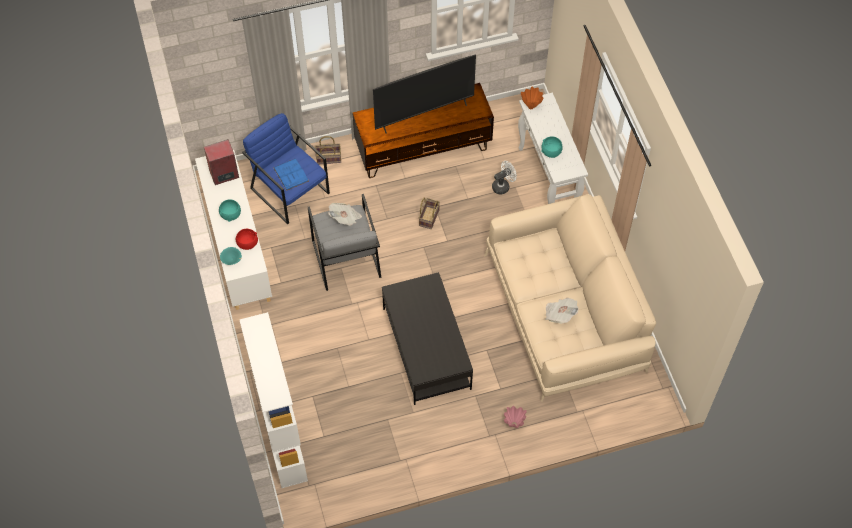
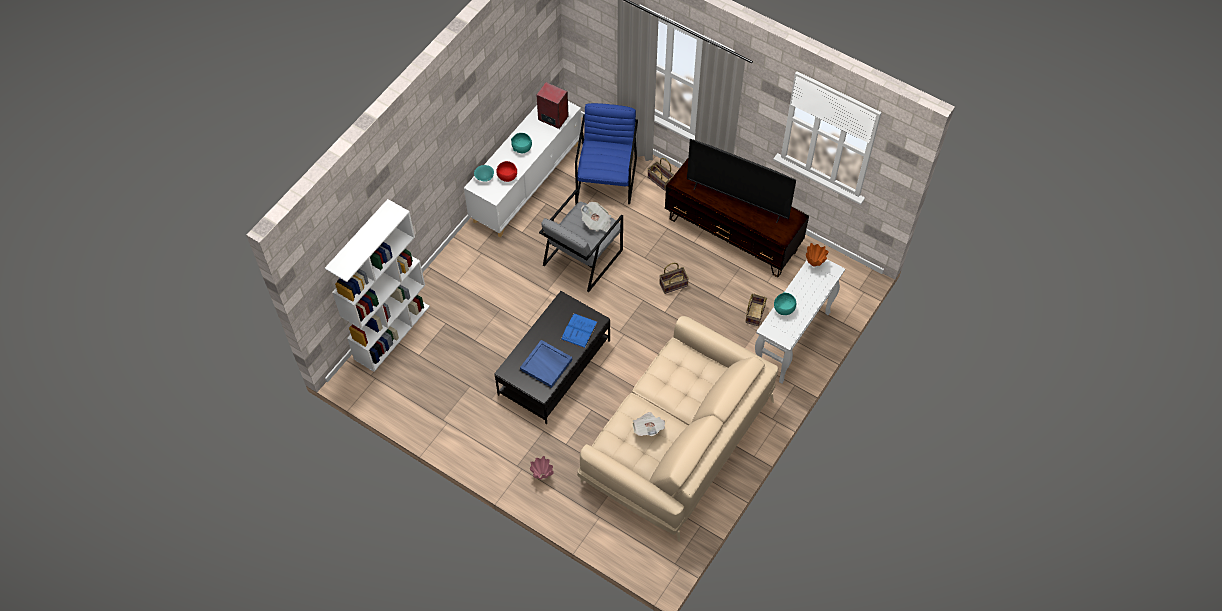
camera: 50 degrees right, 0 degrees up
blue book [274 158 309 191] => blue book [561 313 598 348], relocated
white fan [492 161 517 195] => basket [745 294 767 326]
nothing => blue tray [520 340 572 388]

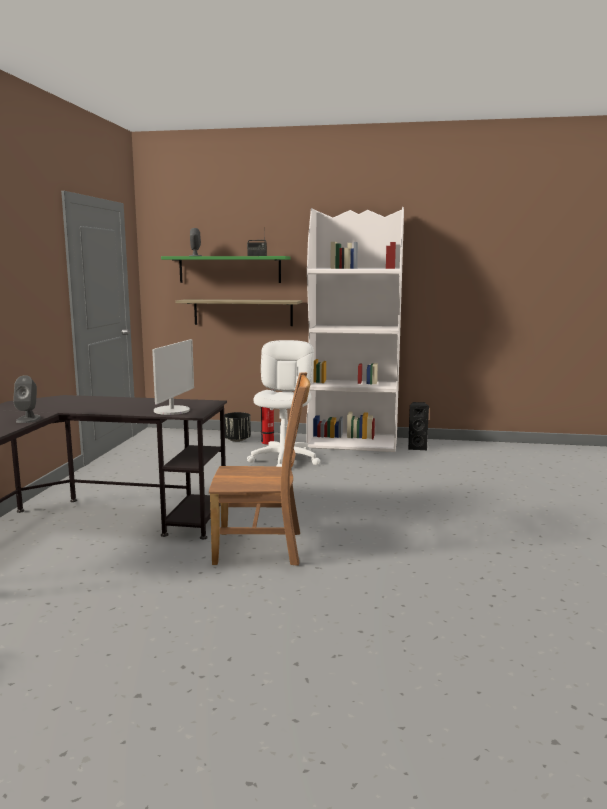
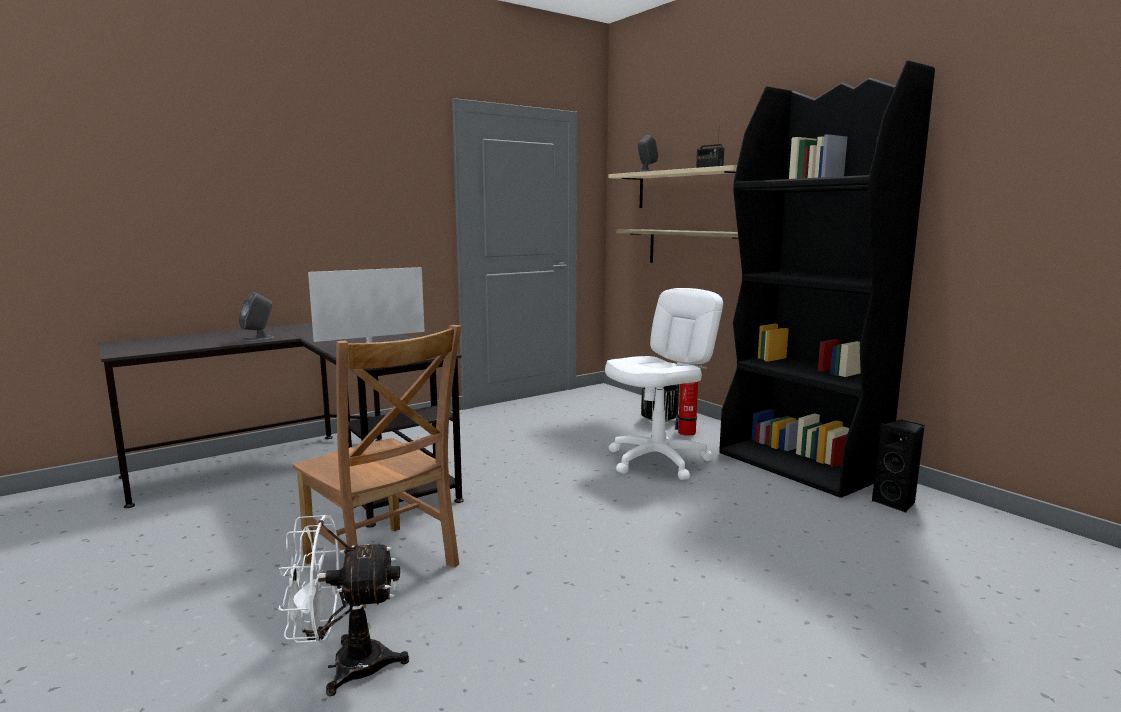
camera: 45 degrees right, 0 degrees up
white bookcase [307 207 404 452] => black bookcase [719 61 935 498]
green shelf [161 256 291 283] => beige shelf [609 165 737 208]
nothing => white fan [278 515 409 697]

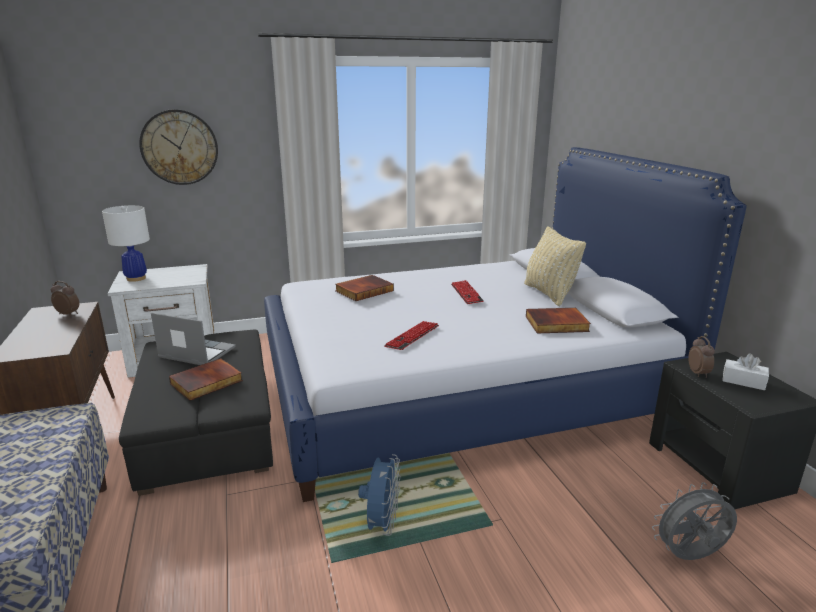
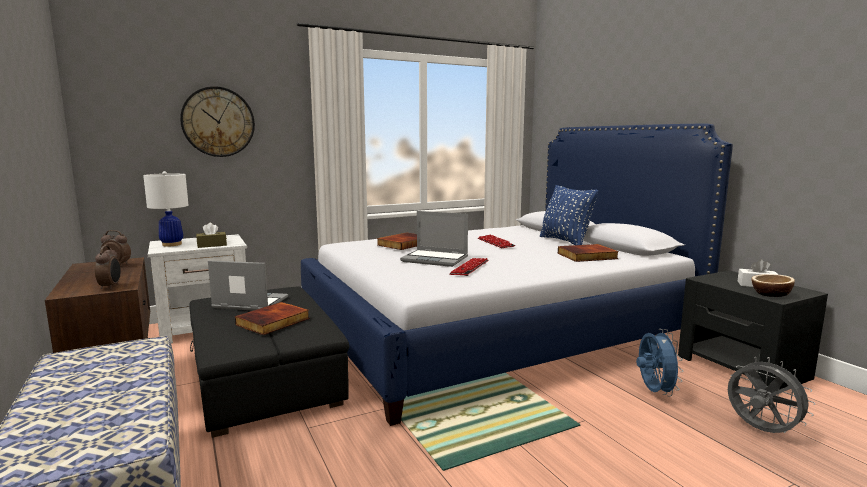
camera: 10 degrees left, 10 degrees down
beige pillow [524 226 586 306] => blue pillow [540 185 598 245]
alarm clock [688 336 715 378] => alarm clock [95 245 121 289], relocated
blue fan [358 454 401 536] => blue fan [636 329 684 397], relocated
grey fan [652 482 737 560] => grey fan [728 357 815 433], 75 degrees clockwise
nothing => laptop [400 211 468 267]
nothing => brown tissue box [196 223 227 248]
nothing => bowl [751 274 795 297]

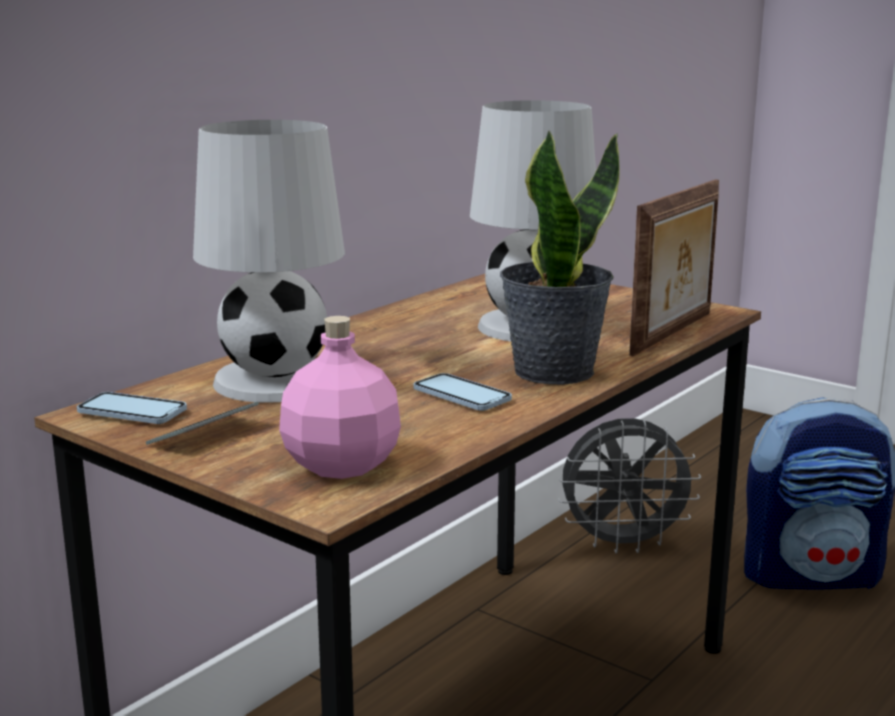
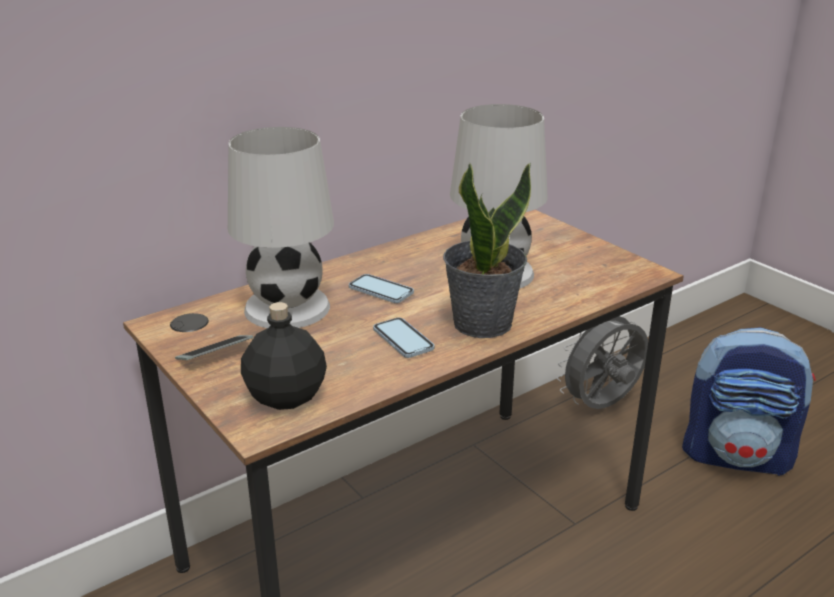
camera: 15 degrees right, 10 degrees up
picture frame [629 179 719 356] => nothing
pink bottle [279 316 401 479] => black bottle [241 302 327 410]
phone [77 392 187 424] => phone [349 274 414 303], relocated
grey fan [558 418 701 554] => grey fan [557 316 648 409], 135 degrees clockwise

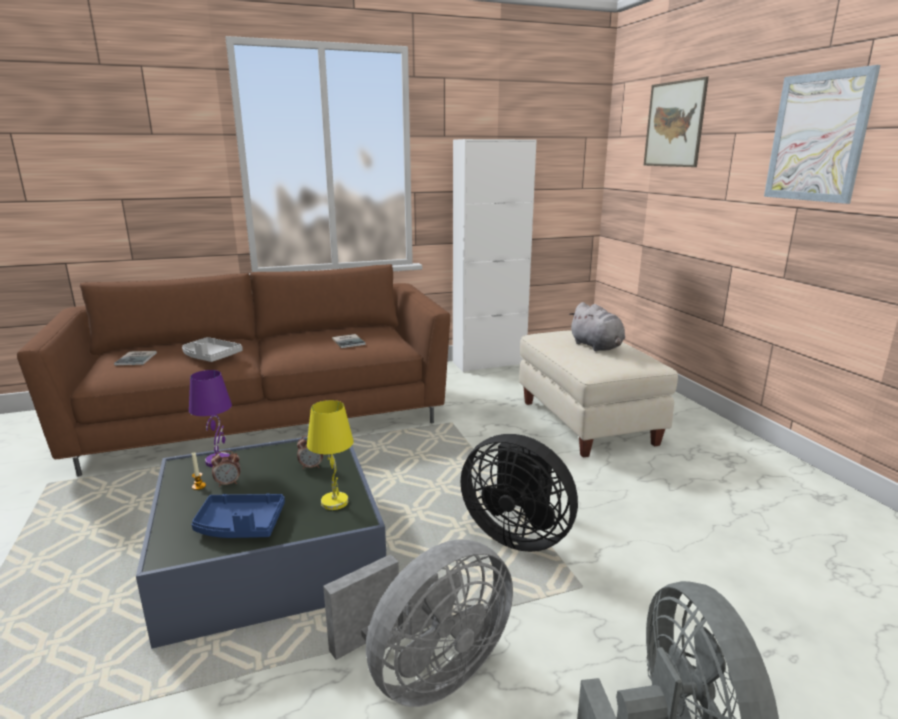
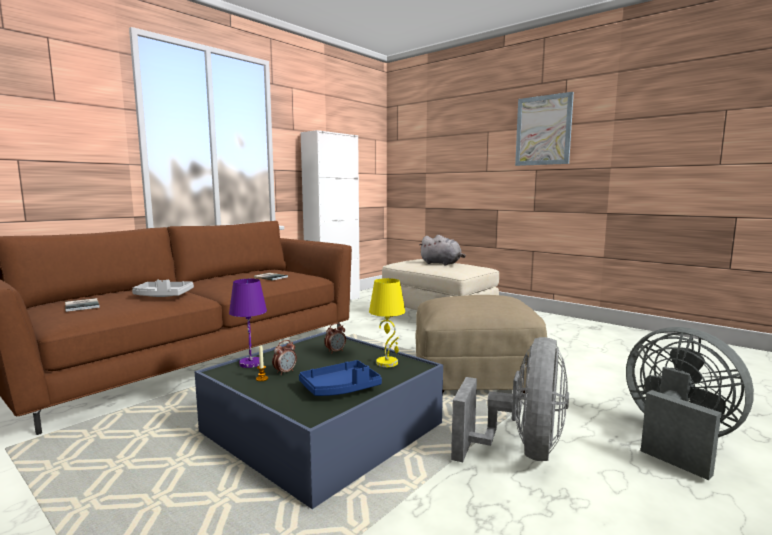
camera: 30 degrees left, 10 degrees down
picture [643 77 709 167] => nothing
black fan [460 434 578 552] => beige ottoman [416 295 547 393]

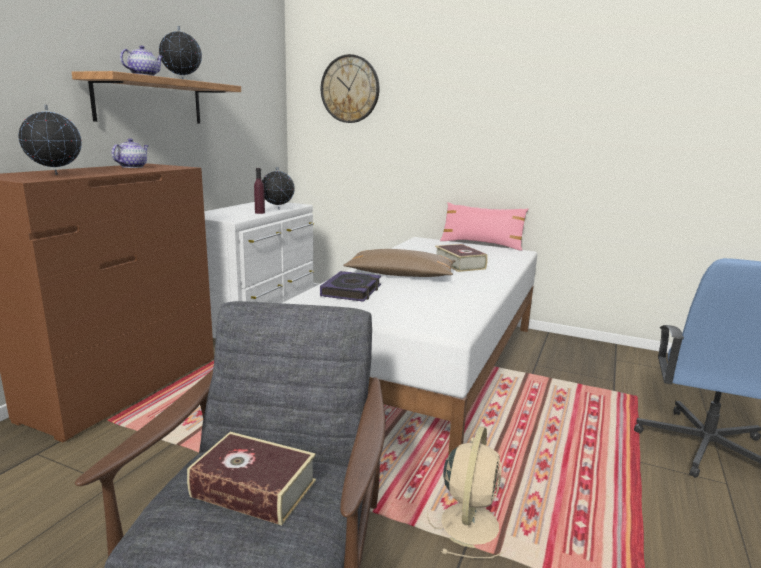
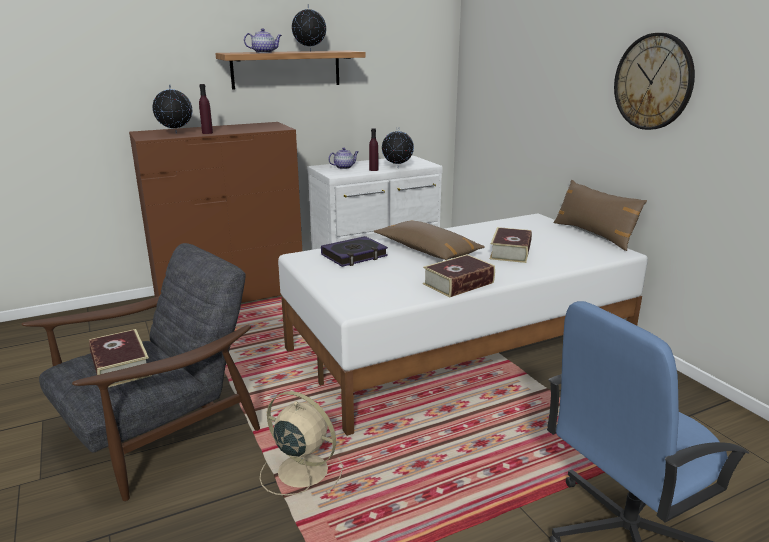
camera: 40 degrees right, 5 degrees up
wall clock [321 54 379 123] => wall clock [614 33 695 130], relocated
teapot [112 138 149 168] => teapot [328 148 359 169], relocated
pink pillow [440 202 528 251] => brown pillow [553 180 647 251]
beige fan [427 426 506 559] => beige fan [260 391 343 496], 120 degrees counterclockwise
nothing => purple bottle [199 84 213 134]
nothing => book [423 254 495 298]

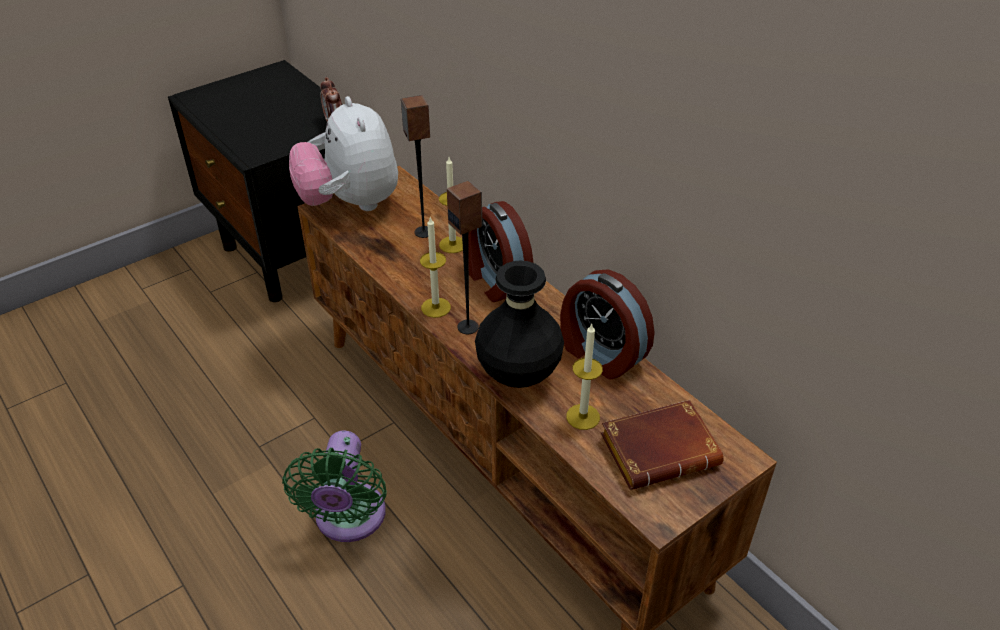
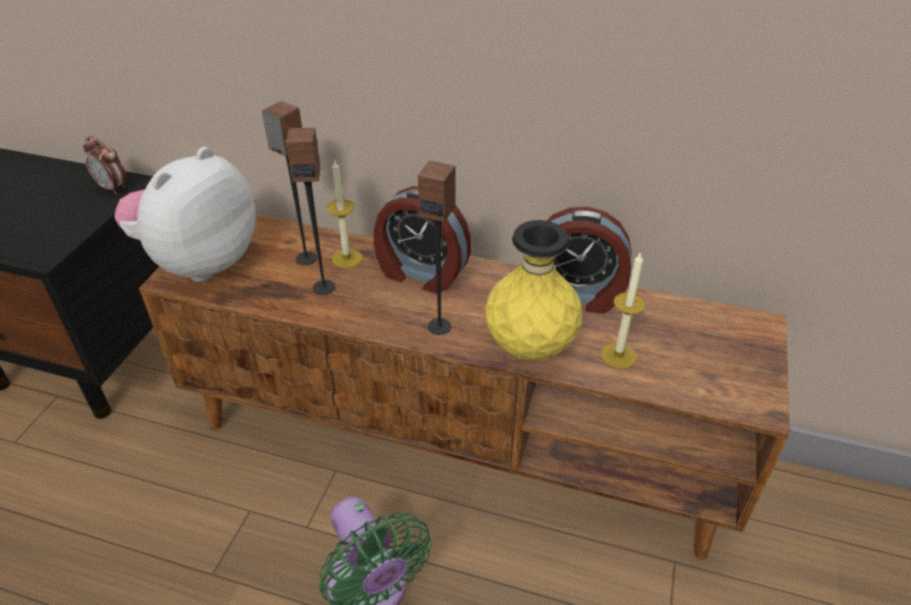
camera: 35 degrees left, 0 degrees up
plush toy [289 96 398 211] => plush toy [114 147 256 282], 90 degrees clockwise
candle [420 216 451 318] => nothing
black vase [475 260 564 388] => yellow vase [485 220 582 361]
brown book [601 400 724 490] => nothing
nothing => speaker [286 127 335 295]

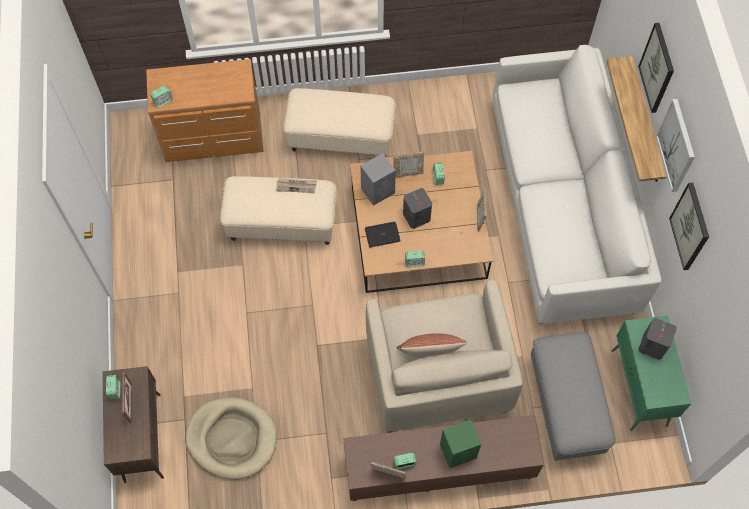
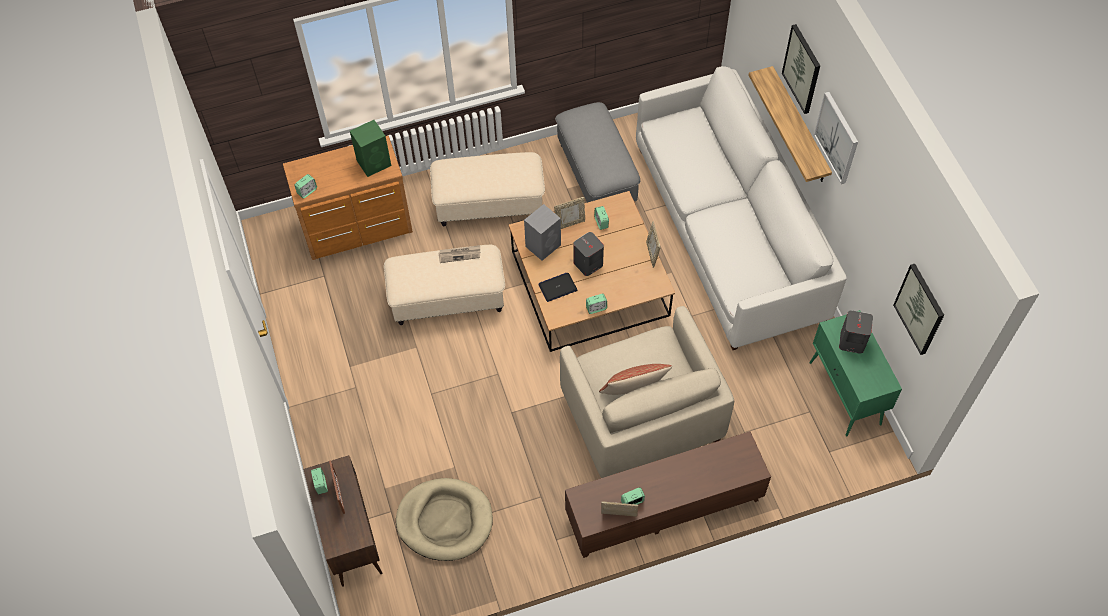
camera: 10 degrees left, 5 degrees down
picture [669 183 709 270] => picture [893 264 944 355], relocated
grey ottoman [531 332 616 461] => grey ottoman [555 102 640 203], relocated
green speaker [440 420 481 468] => green speaker [350 120 392 177], relocated

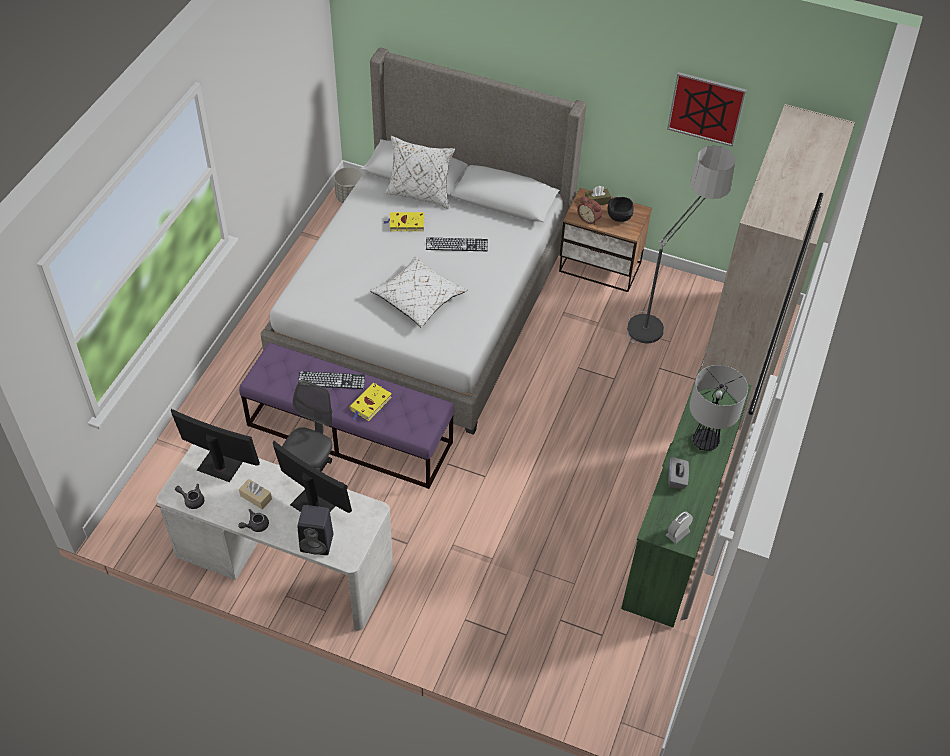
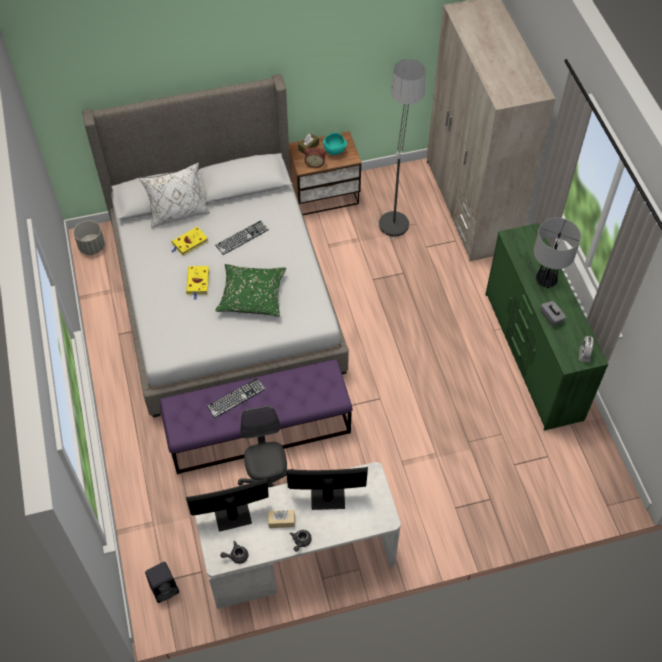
camera: 35 degrees left, 5 degrees up
picture [667 72 746 147] => nothing
black bowl [607 197 634 222] => turquoise bowl [323 133 347 155]
white pillow [370 256 467 327] => green pillow [216 264 286 317]
yellow book [349 383 392 421] => yellow book [186 266 209 300], relocated
black speaker [297 505 333 555] => black speaker [145 562 179 603], relocated

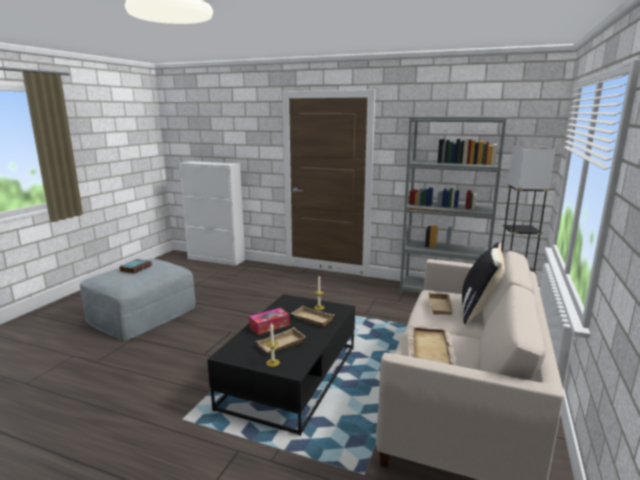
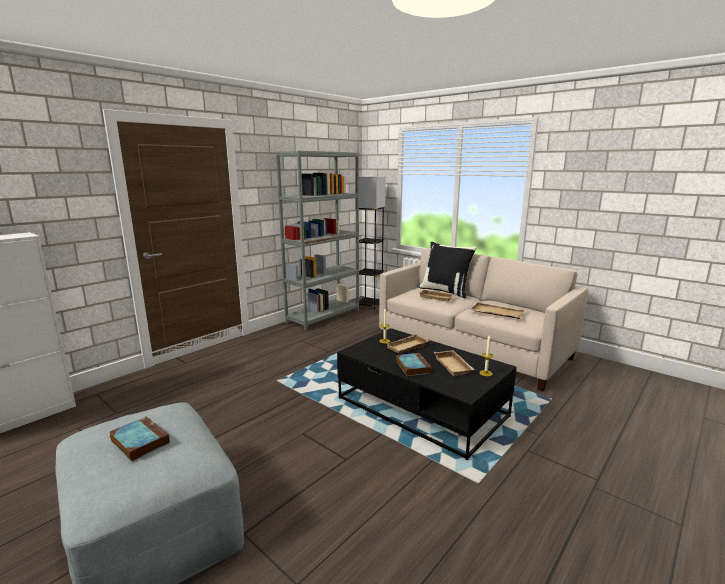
camera: 70 degrees left, 0 degrees up
tissue box [249 308 290 335] => book [396 353 432 376]

